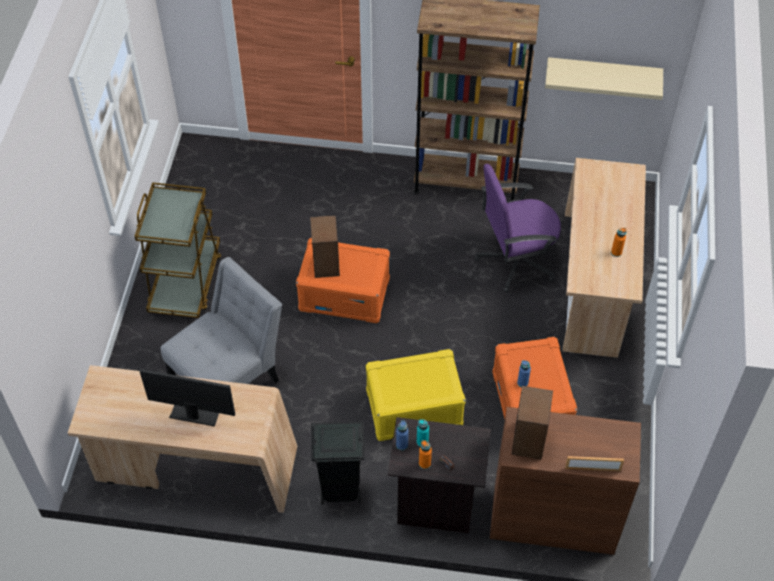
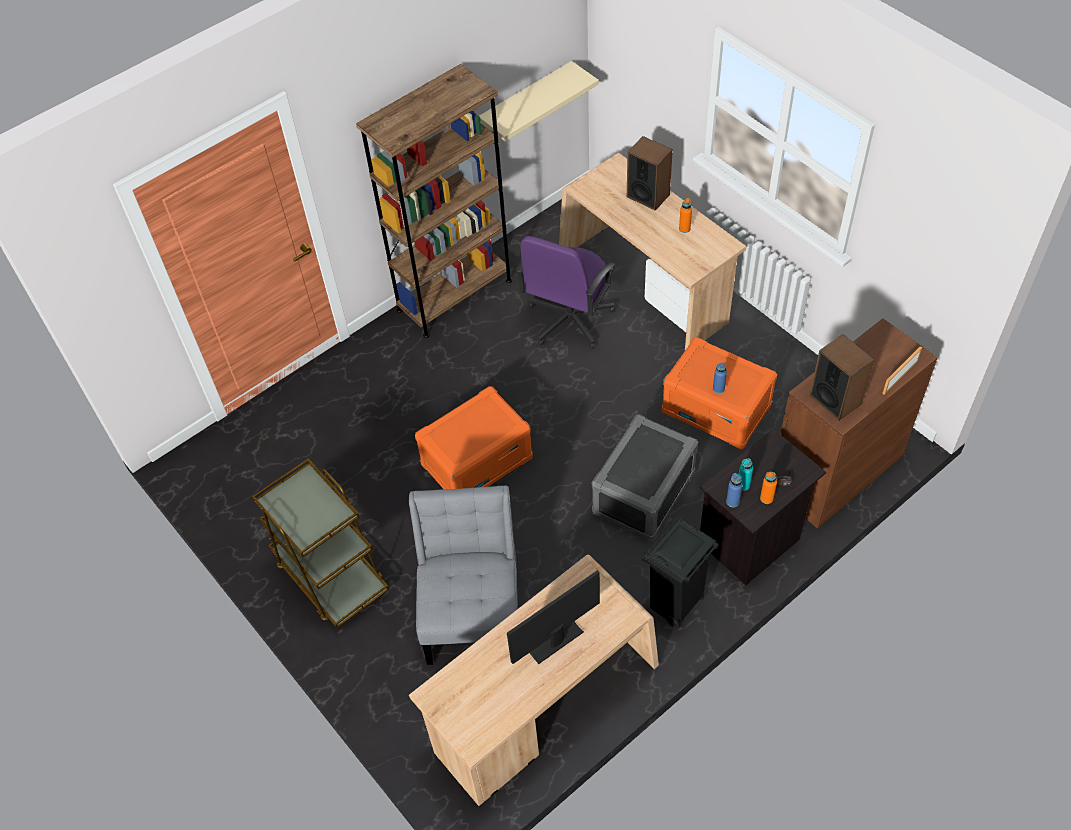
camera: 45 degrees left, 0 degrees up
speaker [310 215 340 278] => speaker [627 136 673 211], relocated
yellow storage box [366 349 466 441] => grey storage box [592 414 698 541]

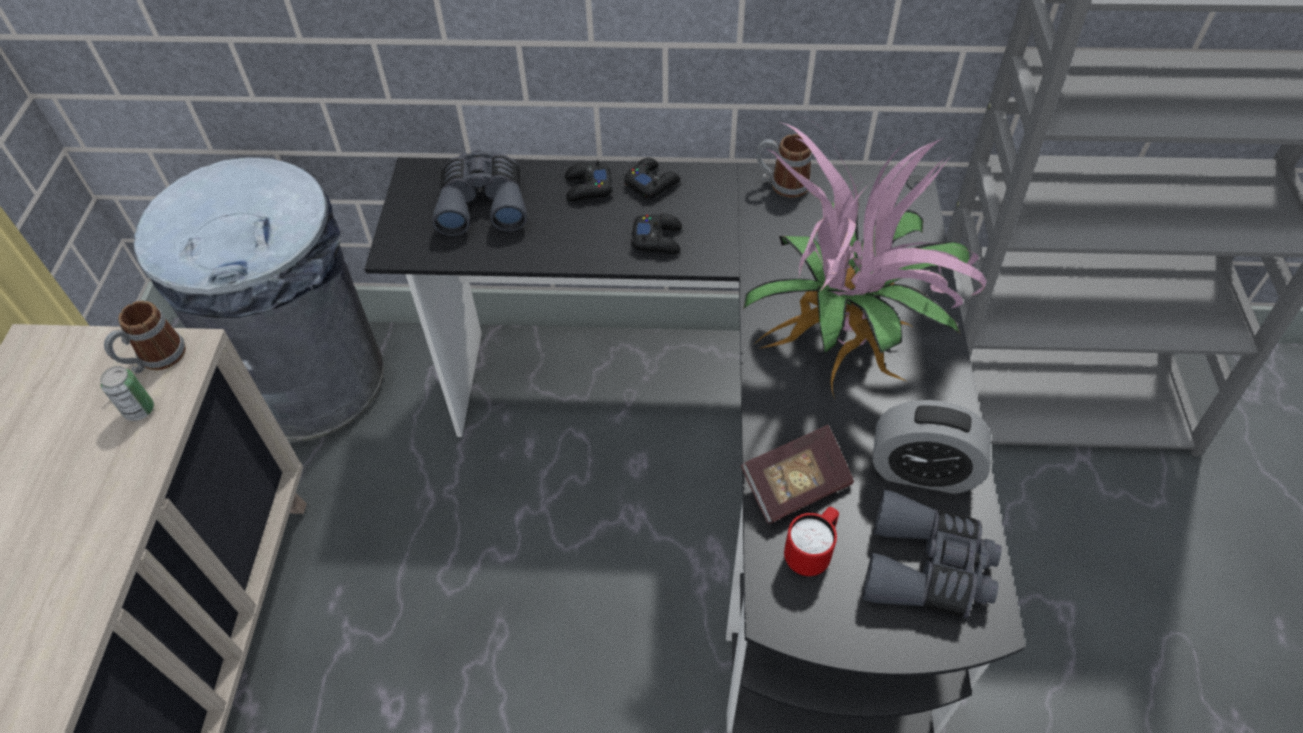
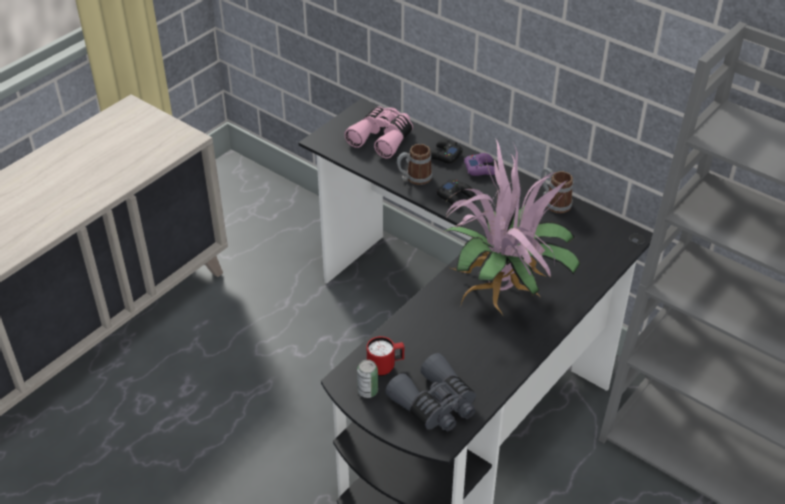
camera: 35 degrees right, 10 degrees down
grey binoculars [433 150 527 236] => pink binoculars [344 106 413 158]
grey trash can [133 157 384 443] => nothing
black game controller [624 158 680 198] => purple game controller [464 153 495 176]
mug [104 301 186 373] => mug [397 144 433 185], relocated
can [100 366 154 421] => can [357 360 378 398], relocated
alarm clock [872 400 991 494] => nothing
book [741 425 854 524] => nothing

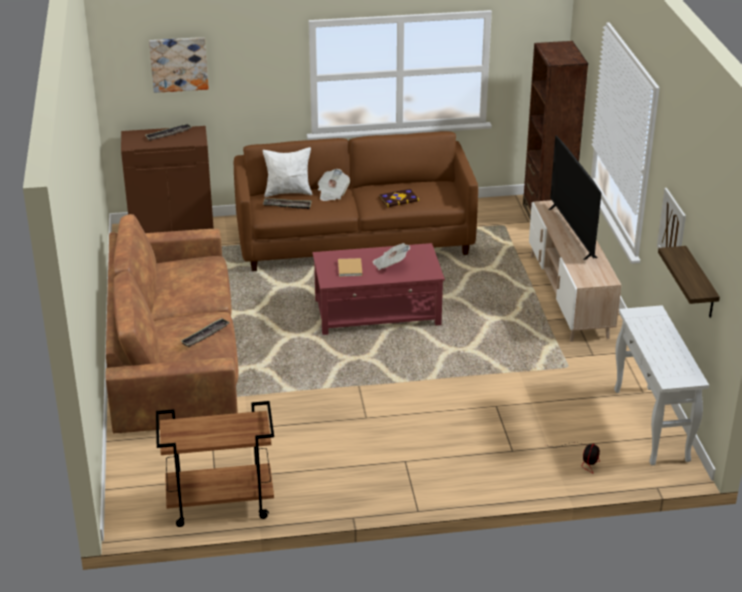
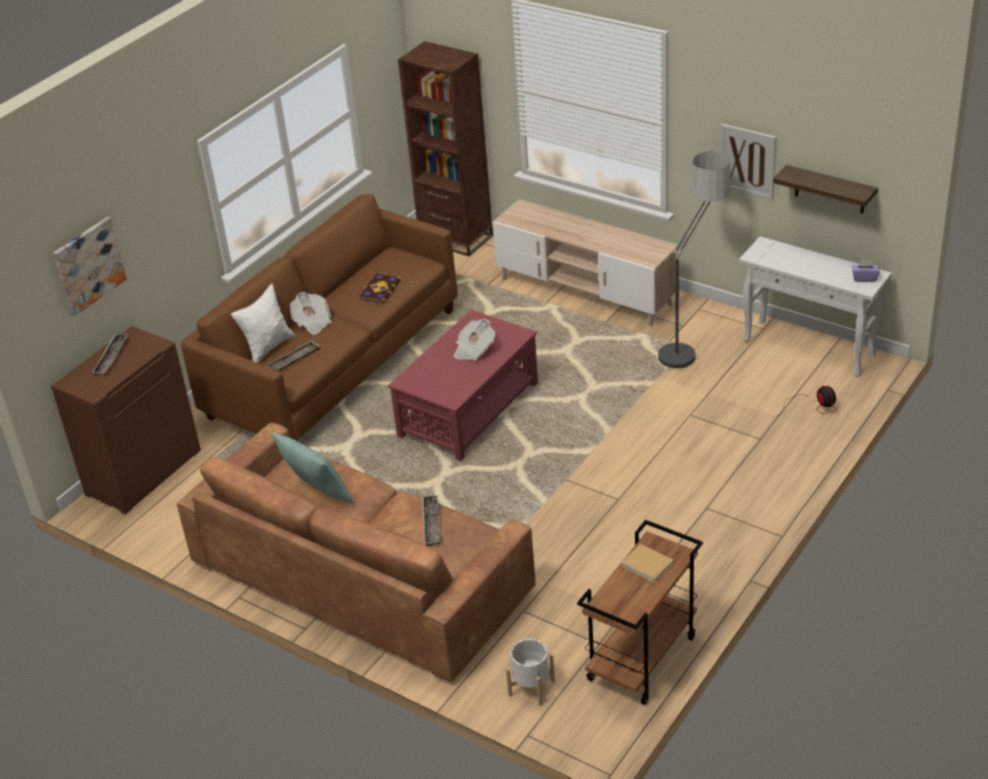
camera: 45 degrees left, 5 degrees up
television [548 135 601 260] => nothing
beige book [338 258 362 277] => beige book [621 544 674 583], relocated
nothing => floor lamp [658 151 731 370]
nothing => purple tissue box [852 260 880 282]
nothing => pillow [271 432 354 504]
nothing => white planter [506 639 555 706]

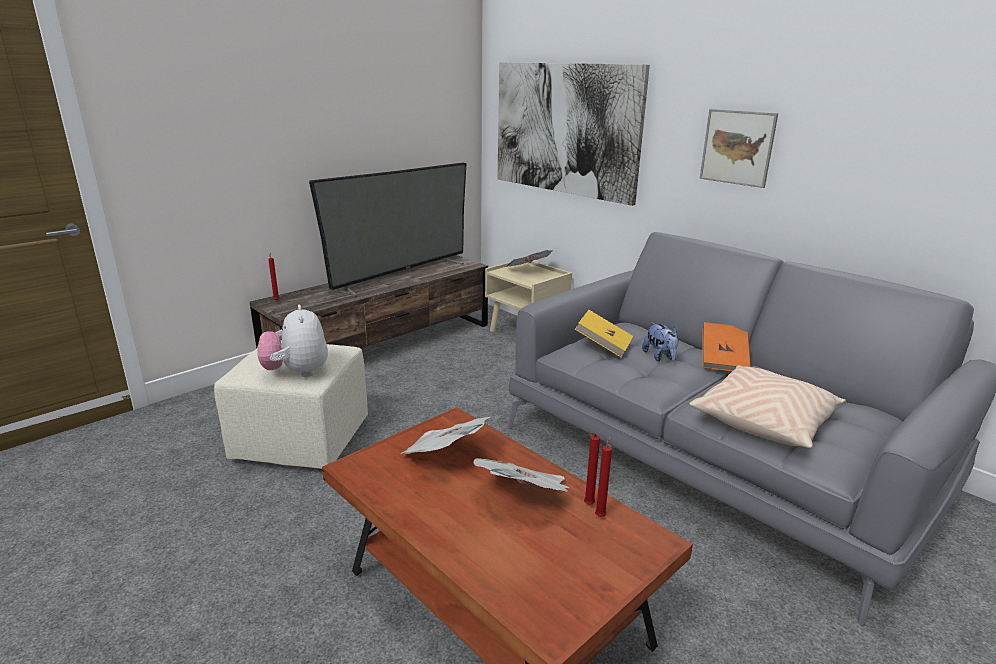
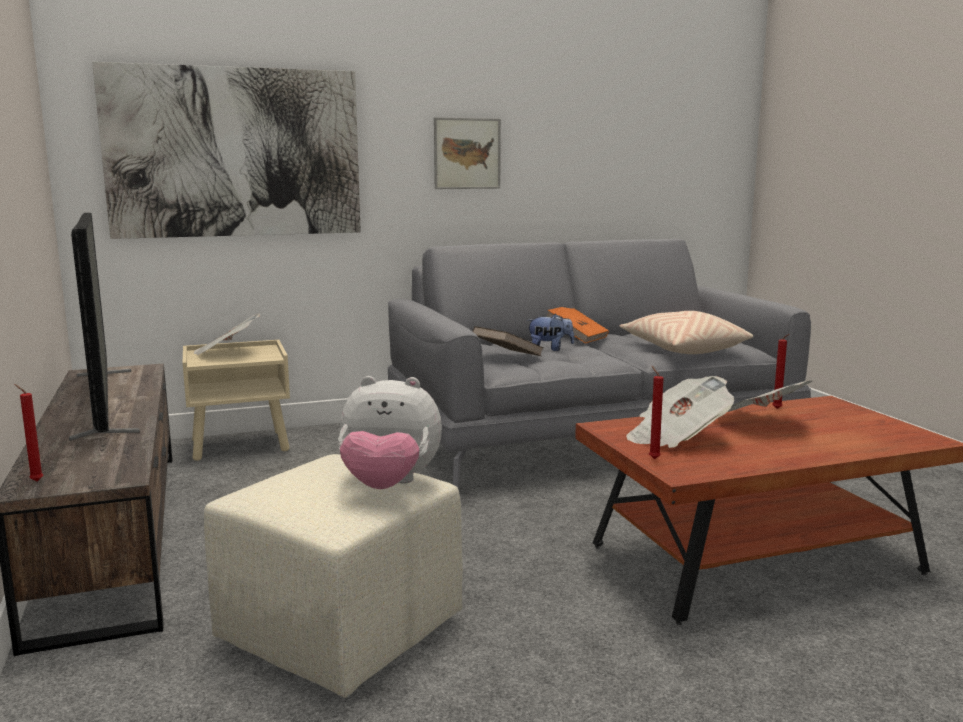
camera: 65 degrees left, 10 degrees down
yellow book [575 310 633 357] => brown book [472 326 543 356]
red candle [595 435 612 517] => red candle [649 366 664 459], relocated

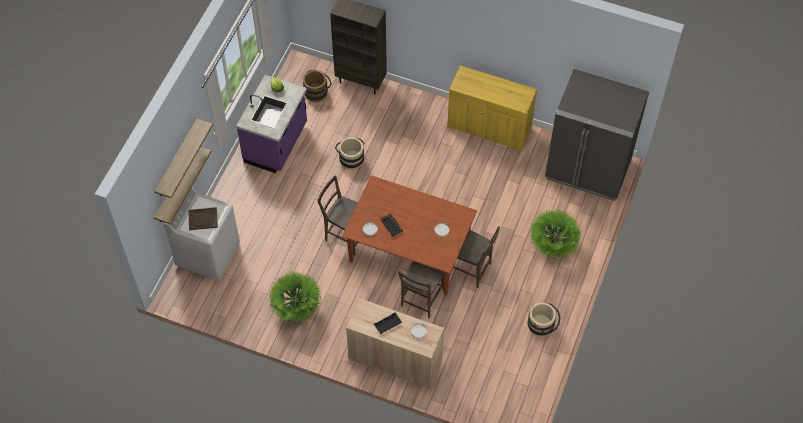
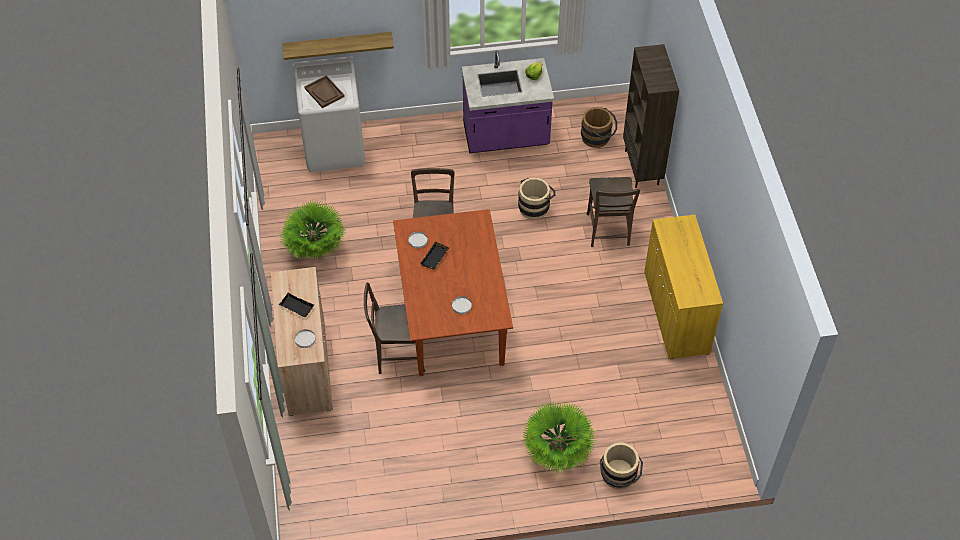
camera: 60 degrees right, 5 degrees down
grey fridge [545 69 649 201] => nothing
shelf [154 118 213 198] => nothing
brown chair [453 226 500 288] => brown chair [587 177 640 247], relocated
beige bucket [528 303 561 337] => beige bucket [600 442 643 489], relocated

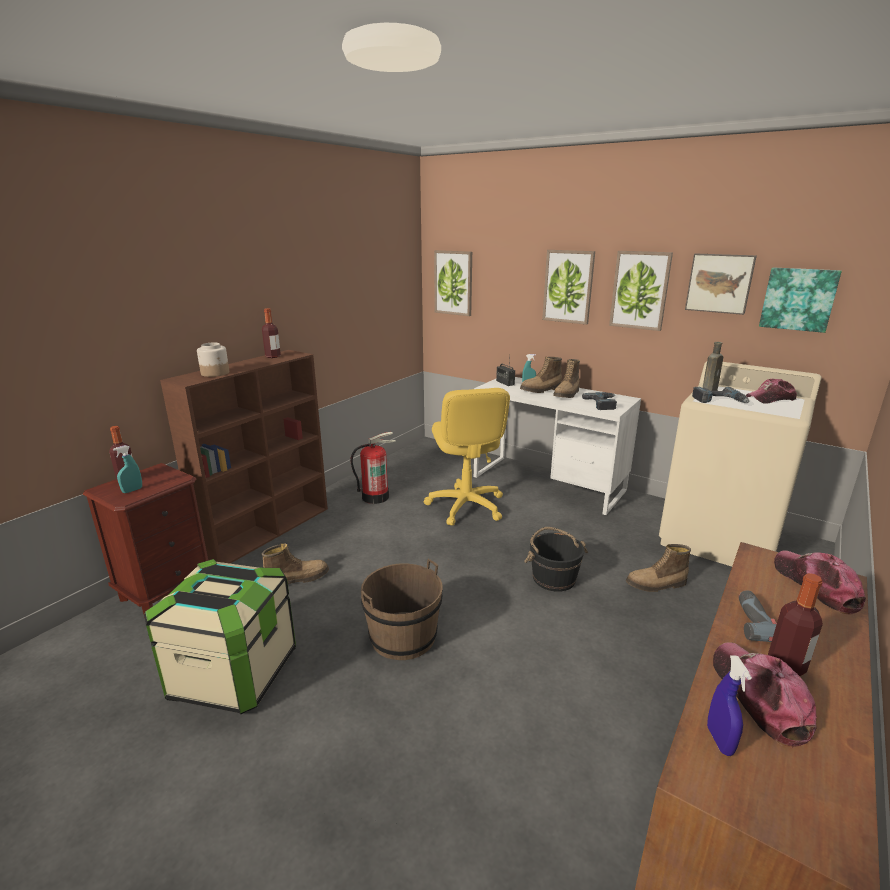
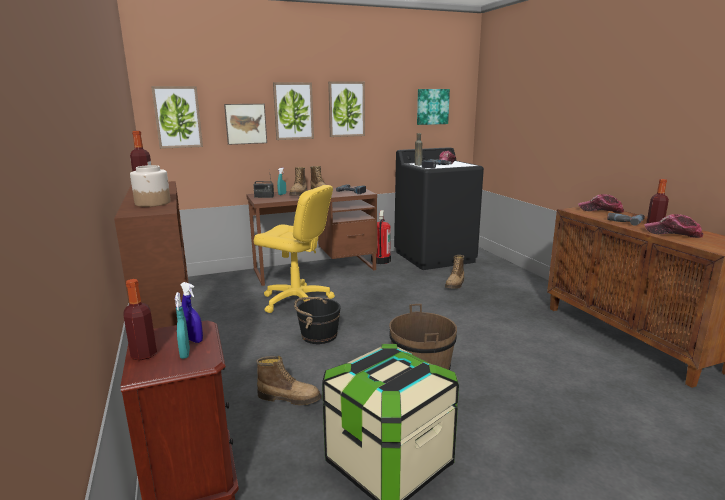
camera: 55 degrees left, 5 degrees down
picture [685 254 757 315] => picture [224 104 267 145], relocated
beige washing machine [659 361 822 566] => black washing machine [394 147 484 270]
white desk [474 377 641 515] => brown desk [246 186 377 286]
fire extinguisher [350 432 395 504] => fire extinguisher [371 210 391 264], relocated
black bucket [524 527 588 592] => black bucket [294 297 341 344], relocated
boot [262 543 329 584] => boot [256 356 321 405], 90 degrees clockwise
blue spray bottle [707 655 752 756] => blue spray bottle [180 282 203 343], relocated

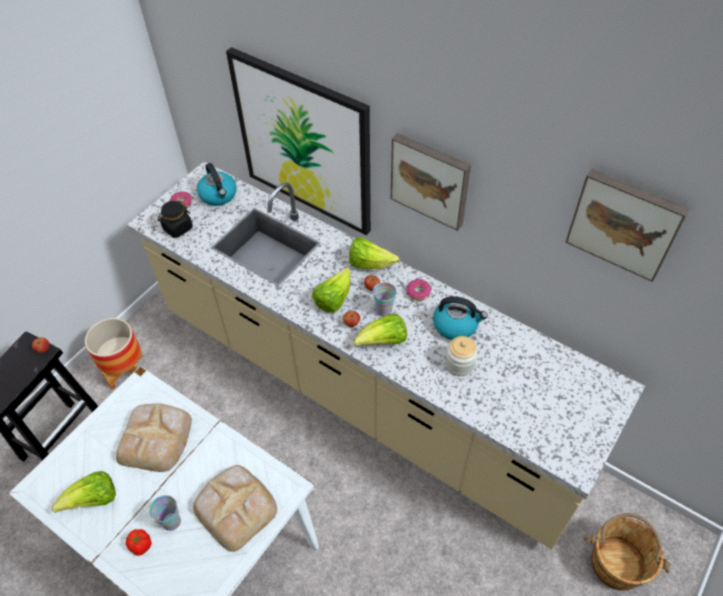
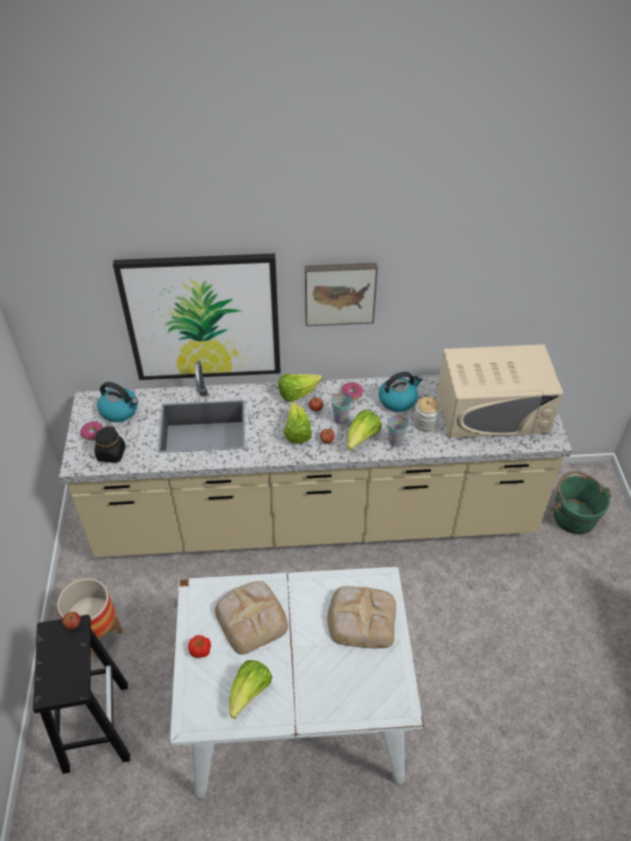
camera: 40 degrees left, 5 degrees down
picture [565 169 690 282] => nothing
cup [149 495 181 531] => cup [387 415 409 447], relocated
brown bucket [584 513 671 591] => green bucket [550 471 611 534]
tomato [126 529 152 556] => tomato [188 635 211 658], relocated
nothing => beige microwave [437 344 563 438]

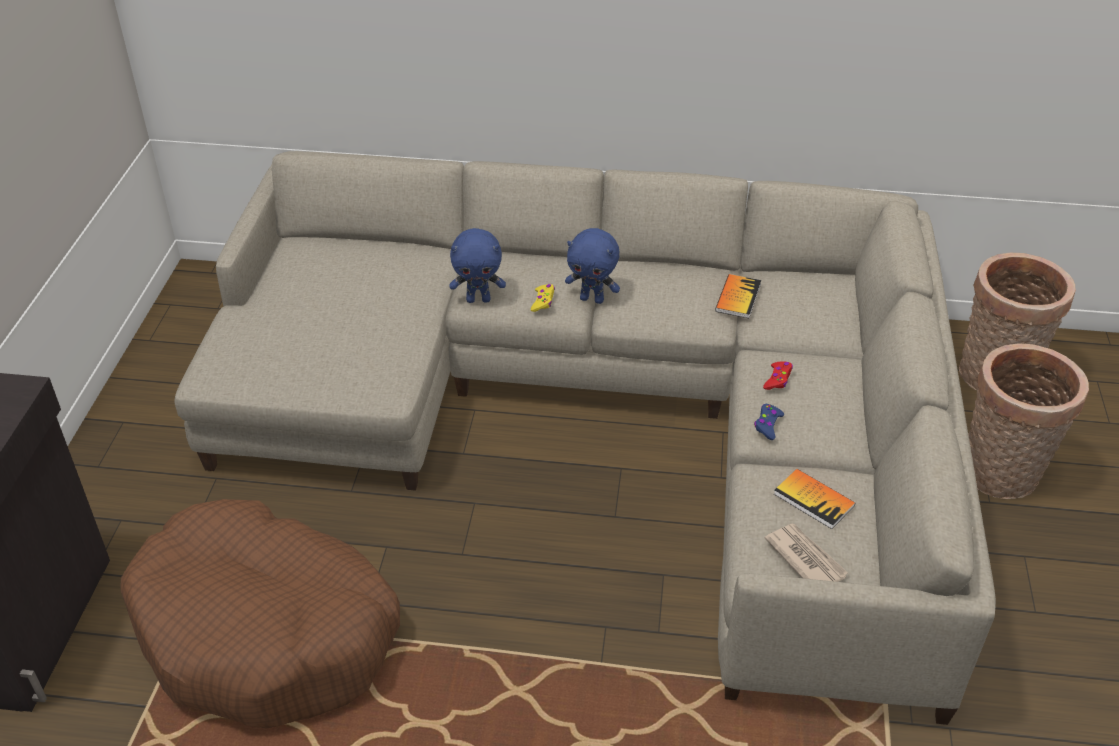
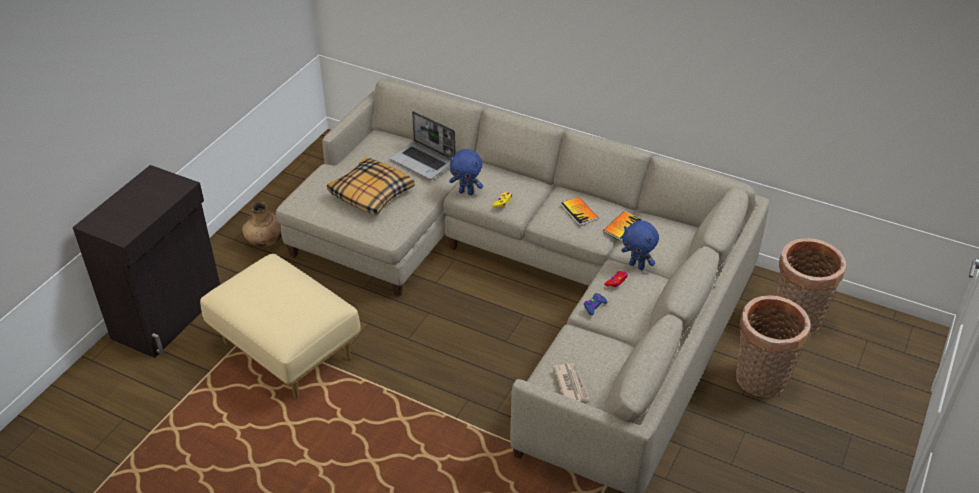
camera: 20 degrees right, 0 degrees up
blue plush toy [565 228 620 304] => blue plush toy [621 221 659 270], relocated
book [774 469 855 529] => book [561 197 598 226], relocated
brown dog bed [120 499 400 729] => beige ottoman [200 254 361 398]
nothing => laptop [389 111 456 180]
nothing => pillow [327 157 415 215]
nothing => brown vase [242 201 282 247]

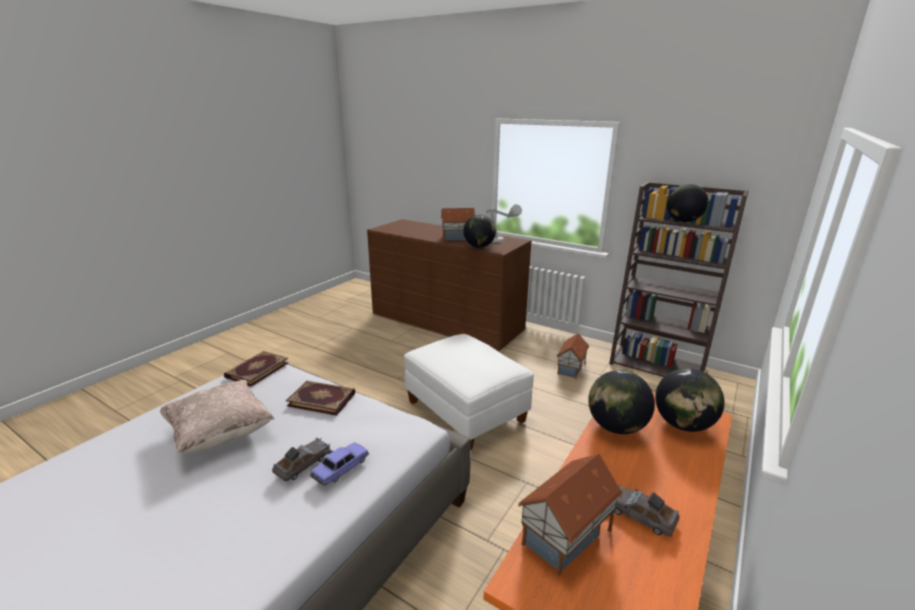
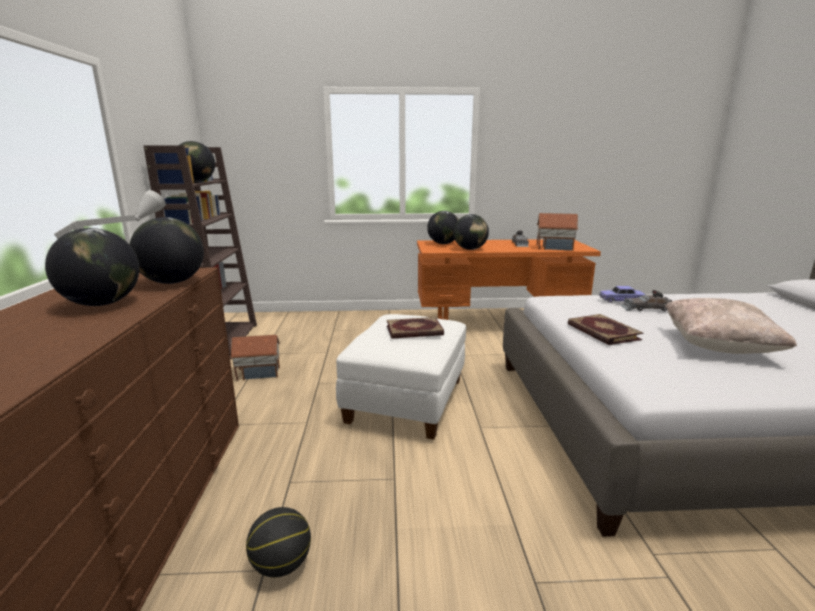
camera: 125 degrees left, 5 degrees down
toy house [441 208 475 241] => globe [45 228 139 306]
book [224 351 288 387] => book [387 317 444 339], relocated
nothing => basketball [246 507 311 577]

